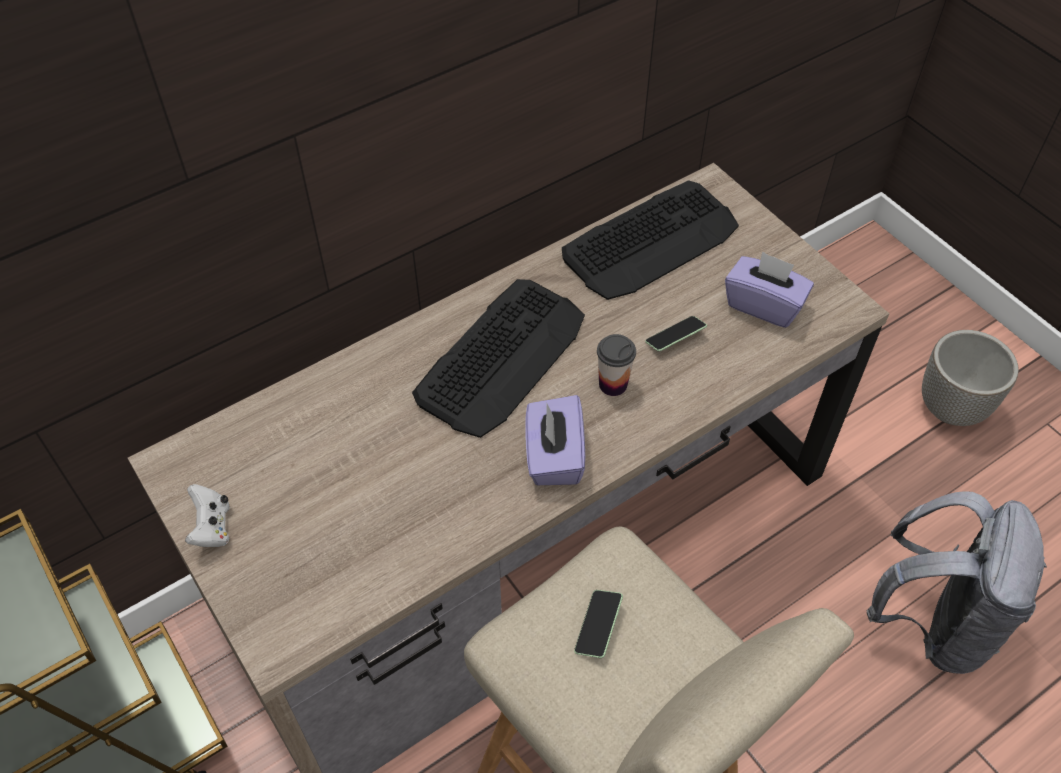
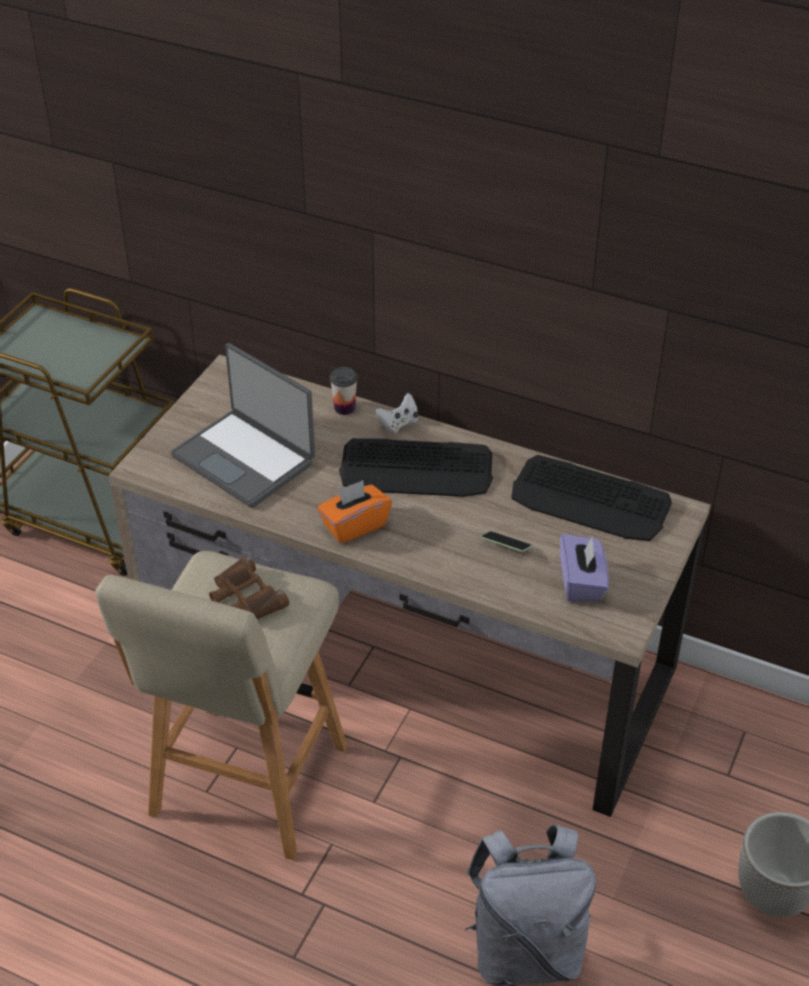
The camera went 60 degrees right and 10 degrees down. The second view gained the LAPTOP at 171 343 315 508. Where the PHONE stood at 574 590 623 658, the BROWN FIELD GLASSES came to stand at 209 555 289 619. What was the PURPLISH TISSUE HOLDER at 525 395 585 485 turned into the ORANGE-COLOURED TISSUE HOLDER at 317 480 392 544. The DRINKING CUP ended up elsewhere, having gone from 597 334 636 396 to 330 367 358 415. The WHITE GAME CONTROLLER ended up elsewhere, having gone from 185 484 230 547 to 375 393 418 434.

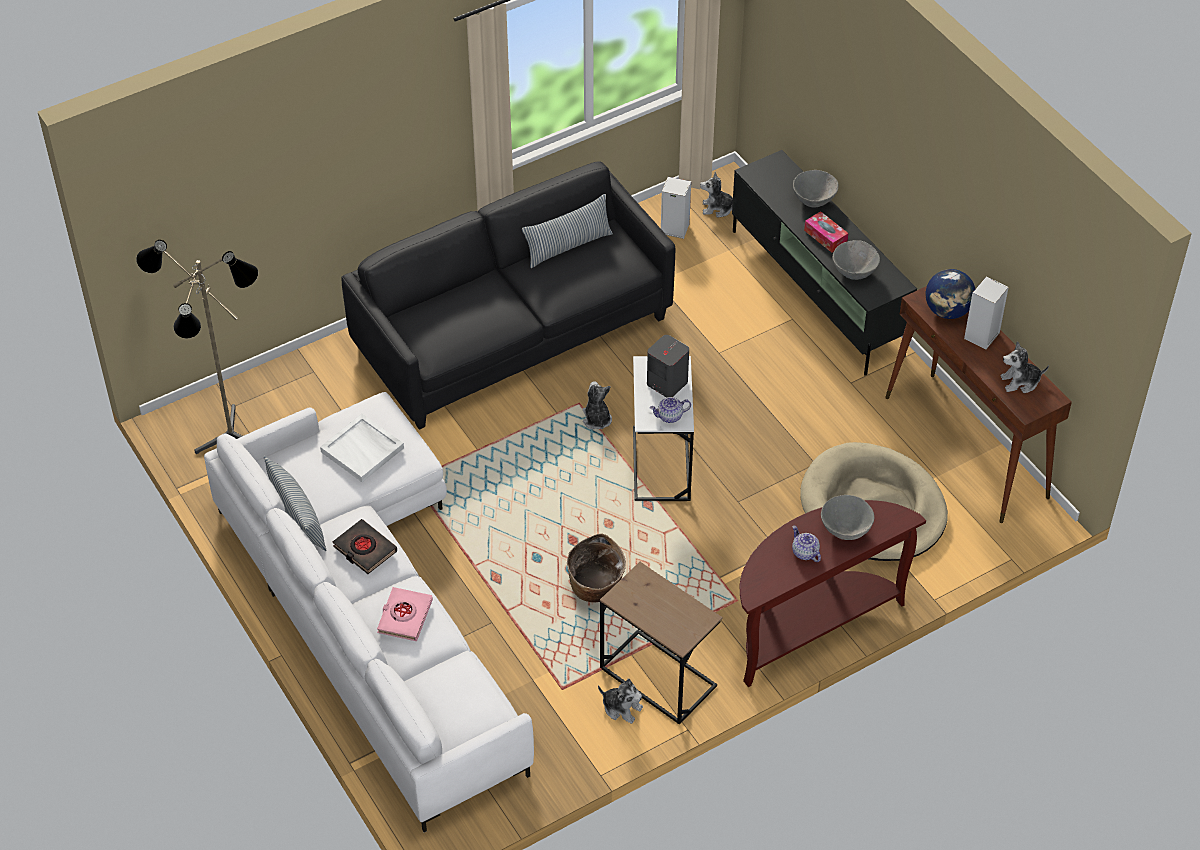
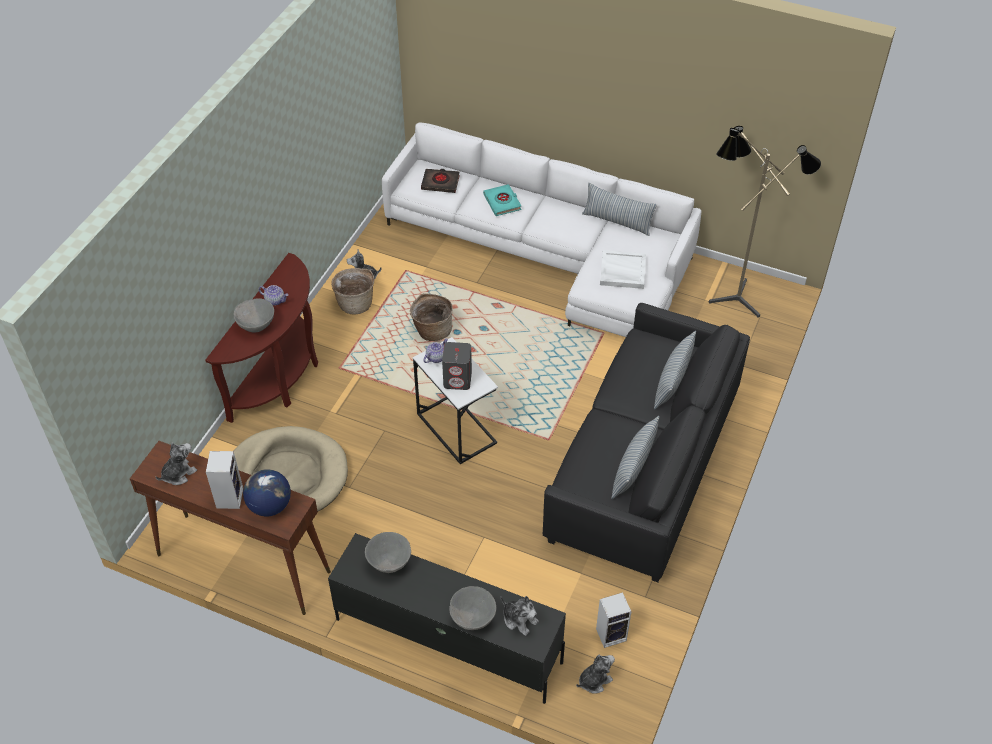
The camera went 145 degrees right and 0 degrees up. Where the BROWN ACCENT TABLE stood at 600 562 723 724, the HOUSEHOLD BASKET came to stand at 331 268 374 314. The BLACK BOUND BOOK ended up elsewhere, having gone from 332 519 397 574 to 421 169 460 193. What was the PINK BOUND BOOK at 377 587 433 641 turned into the TURQUOISE BOUND BOOK at 483 184 521 216. The CUDDLY TOY ended up elsewhere, having gone from 583 381 612 430 to 501 596 539 636. The second view gained the CUSHION at 654 331 696 409. The second view lost the TISSUE HOLDER at 804 211 848 253.

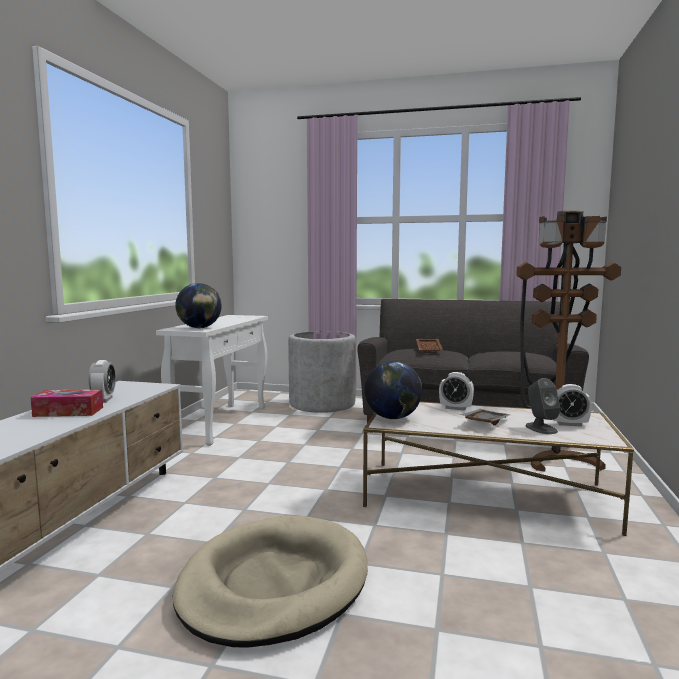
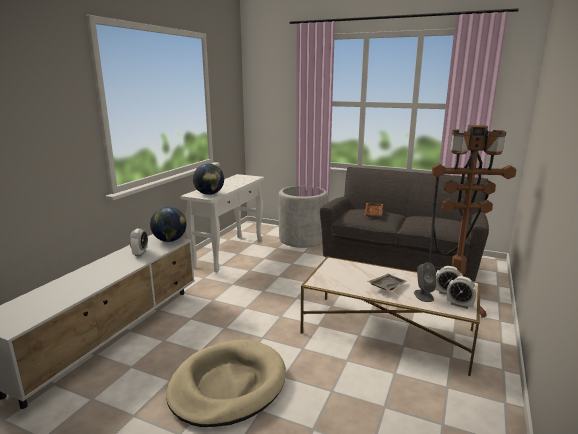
The camera went 10 degrees right and 10 degrees up. The WORLD GLOBE ended up elsewhere, having gone from 364 361 422 419 to 150 207 187 242. The TABLE CLOCK ended up elsewhere, having gone from 439 372 474 411 to 447 276 478 309. The second view lost the TISSUE HOLDER at 31 389 103 417.

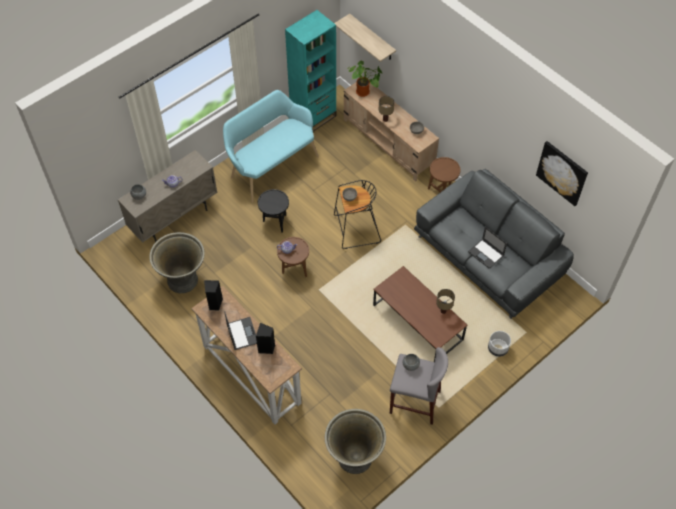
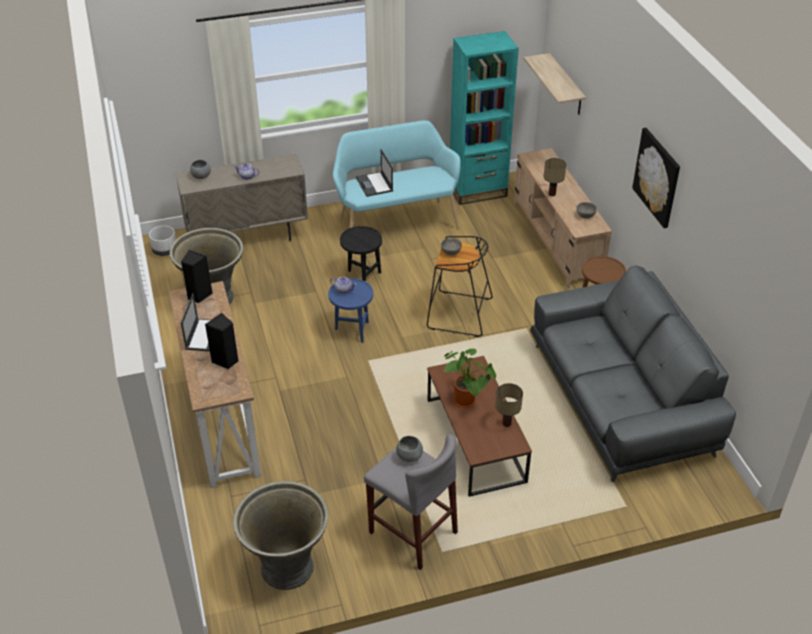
The camera went 25 degrees right and 15 degrees down. The WHITE PLANT POT ended up elsewhere, having gone from 488 331 511 357 to 149 226 176 256. What was the BROWN ACCENT TABLE at 277 237 309 277 turned into the BLUE ACCENT TABLE at 328 278 373 343. The LAPTOP ended up elsewhere, having gone from 468 227 507 269 to 356 149 393 197. The POTTED PLANT ended up elsewhere, having gone from 346 60 382 97 to 443 349 496 408. The WALL ART ended up elsewhere, having gone from 536 141 588 206 to 632 128 680 228.

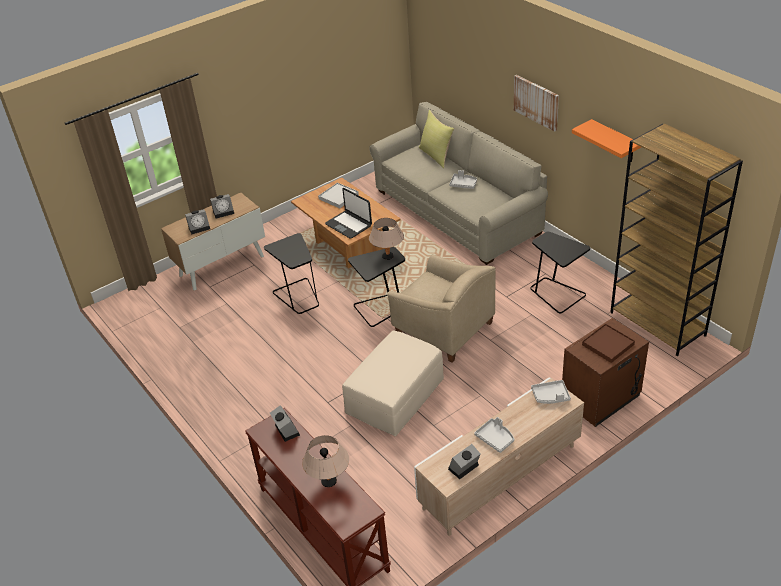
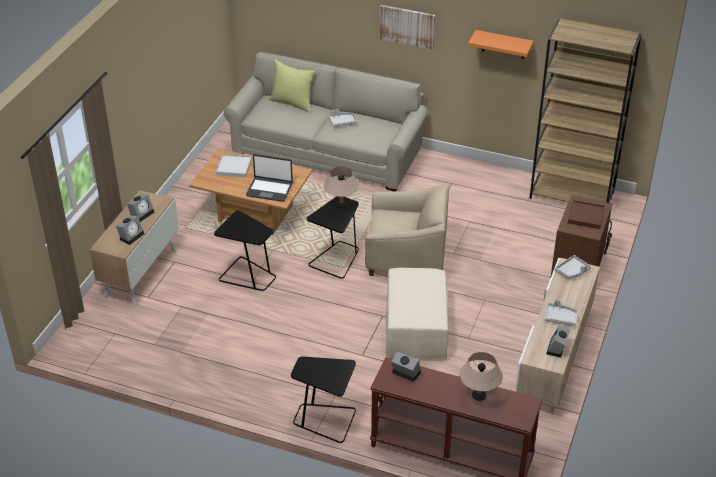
The camera went 35 degrees left and 0 degrees up. The BLACK ACCENT TABLE ended up elsewhere, having gone from 531 232 590 314 to 291 357 356 443.

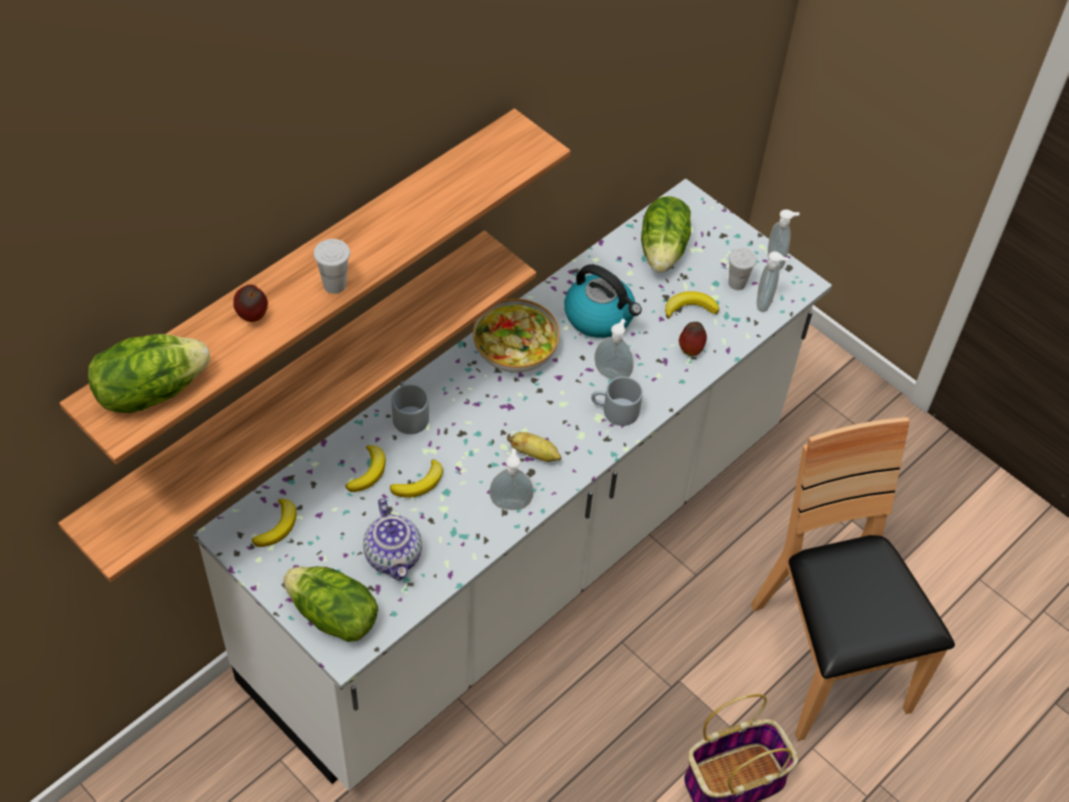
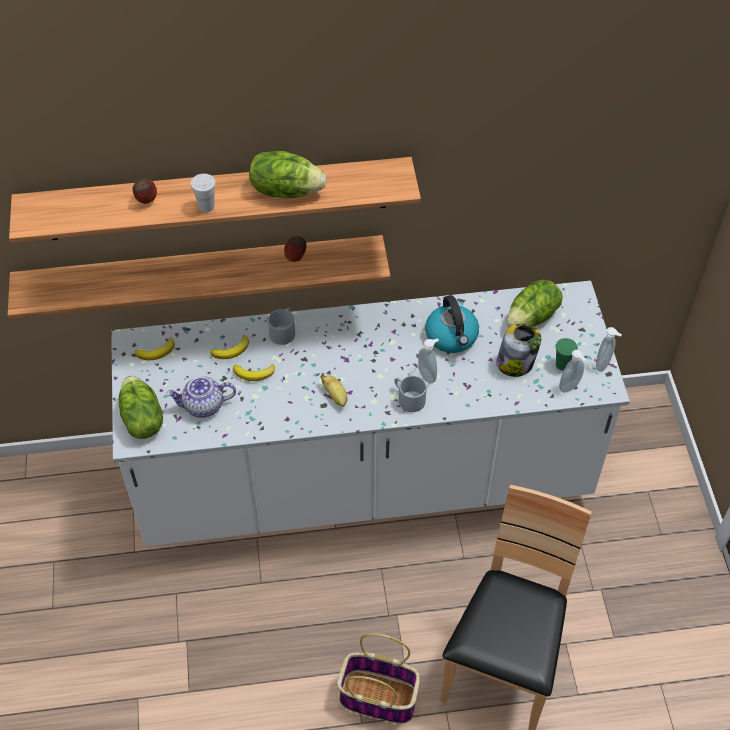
The camera went 40 degrees right and 0 degrees up. The TEA POT at 363 498 422 581 ended up facing another way, 60 degrees clockwise from before. The HEAD OF LETTUCE ended up elsewhere, having gone from 88 334 210 413 to 249 151 326 198. The WHOLE APPLE ended up elsewhere, having gone from 679 322 707 356 to 284 236 306 262. Where the BANANA FRUIT stood at 665 291 719 319, the JAR came to stand at 496 324 541 377. What was the WHITE DRINKING CUP at 729 248 757 290 turned into the GREEN-COLOURED DRINKING CUP at 556 338 578 370. The second view lost the BOWL at 473 299 560 373. The second view lost the LIQUID SOAP BOTTLE at 489 449 534 510.

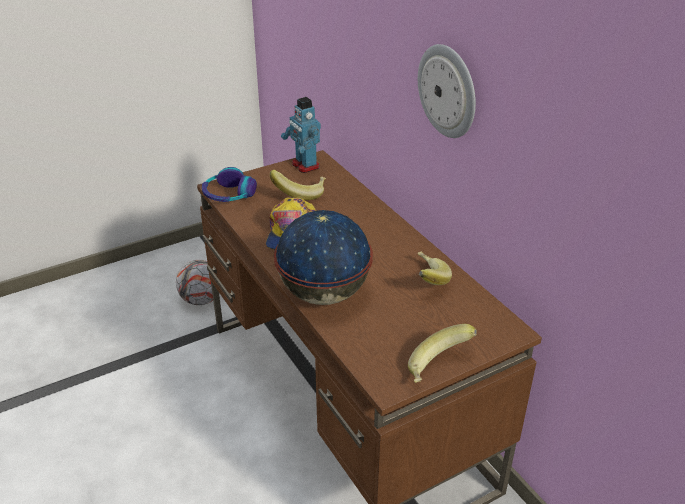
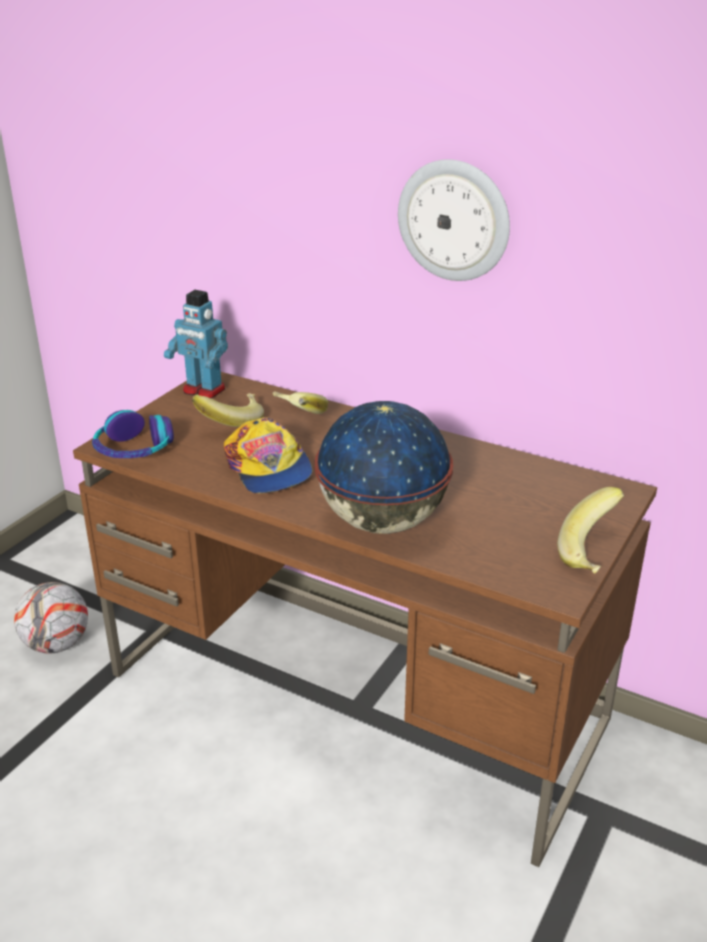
The camera went 30 degrees left and 5 degrees down. The BANANA FRUIT ended up elsewhere, having gone from 418 252 452 285 to 272 391 328 414.

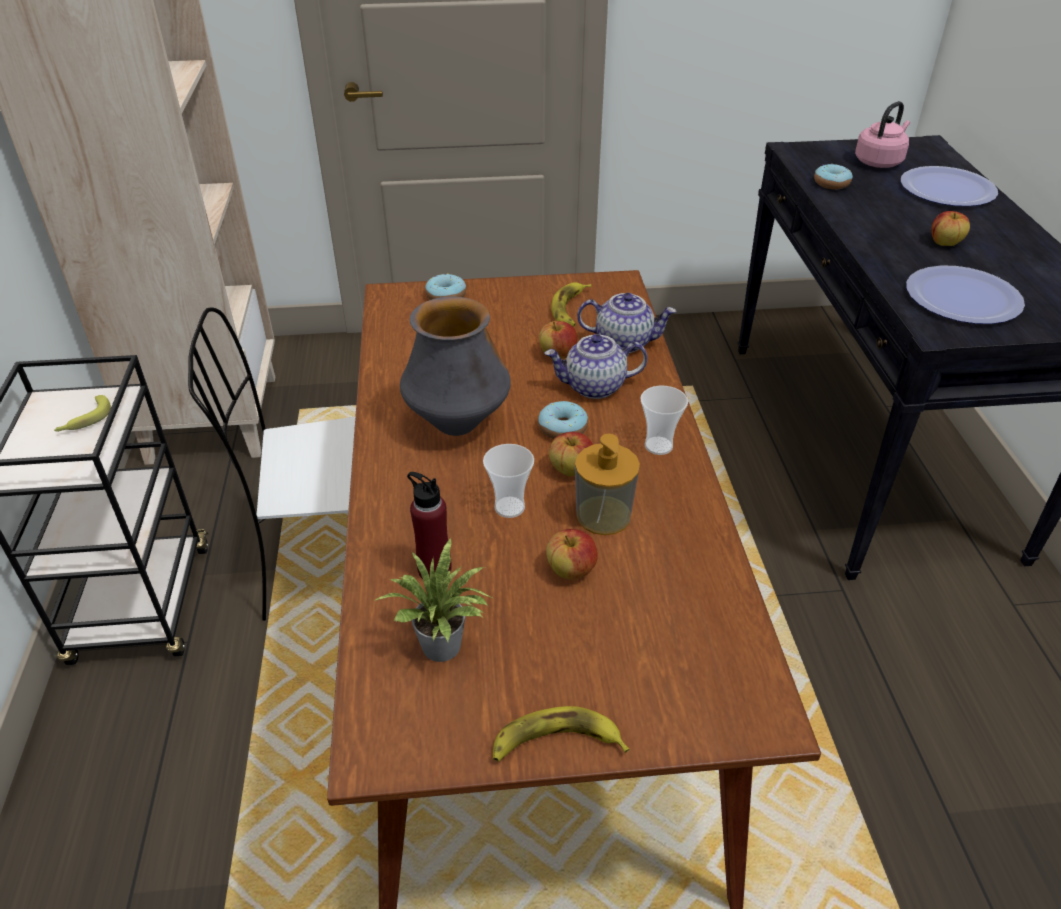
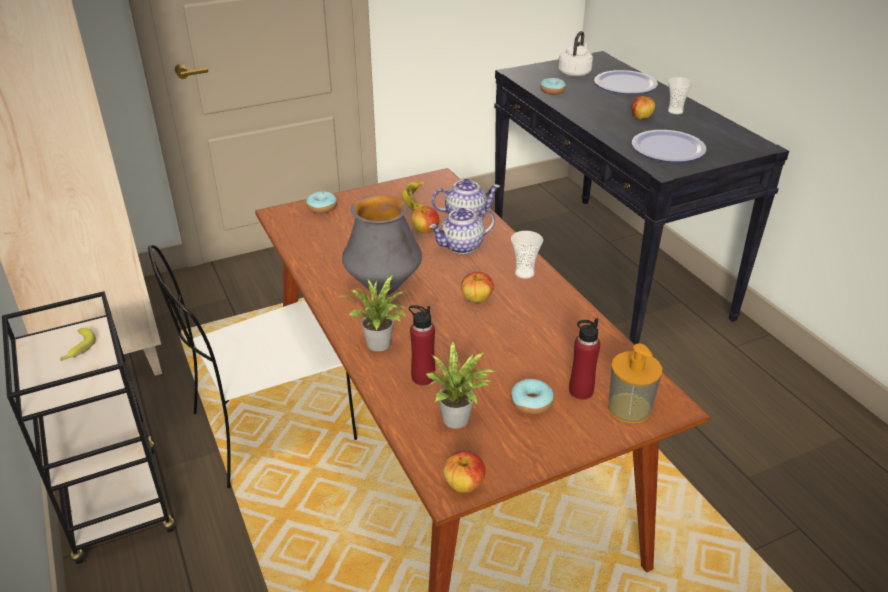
The camera went 20 degrees left and 5 degrees down. The second view gained the POTTED PLANT at 338 275 406 351. The WHOLE APPLE ended up elsewhere, having gone from 546 529 598 580 to 443 451 486 493. The RING DOUGHNUT ended up elsewhere, having gone from 538 401 588 439 to 511 379 554 415. What was the PINK WATER KETTLE at 855 101 910 168 turned into the WHITE WATER KETTLE at 558 31 593 77. The second view gained the RED BOTTLE at 569 318 600 400. The LIQUID SOAP BOTTLE ended up elsewhere, having gone from 575 434 640 535 to 608 343 662 423. The DRINKING CUP ended up elsewhere, having gone from 483 444 534 518 to 668 77 693 114. The second view lost the BANANA FRUIT at 493 706 630 762.

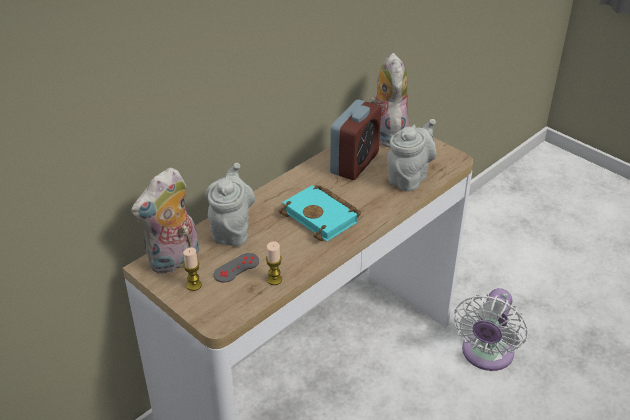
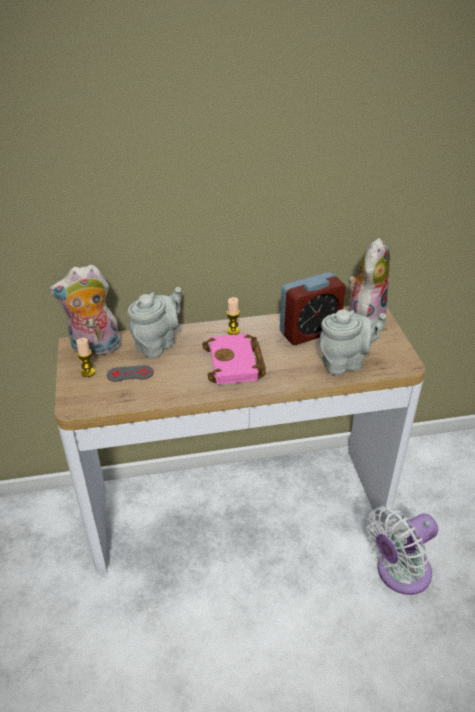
The camera went 35 degrees right and 0 degrees up. What was the TURQUOISE BOUND BOOK at 279 185 361 241 turned into the PINK BOUND BOOK at 202 334 266 385. The WAX LIGHT ended up elsewhere, having gone from 266 241 282 285 to 227 297 240 335.

